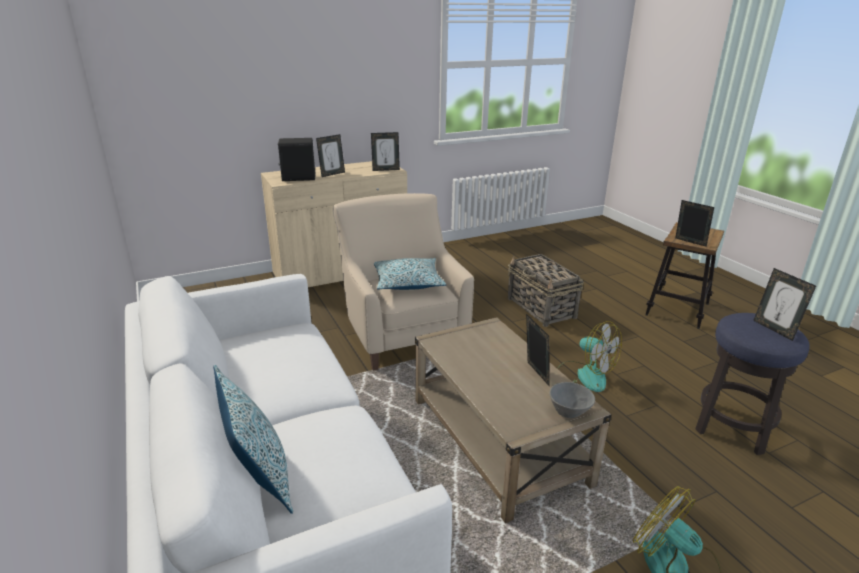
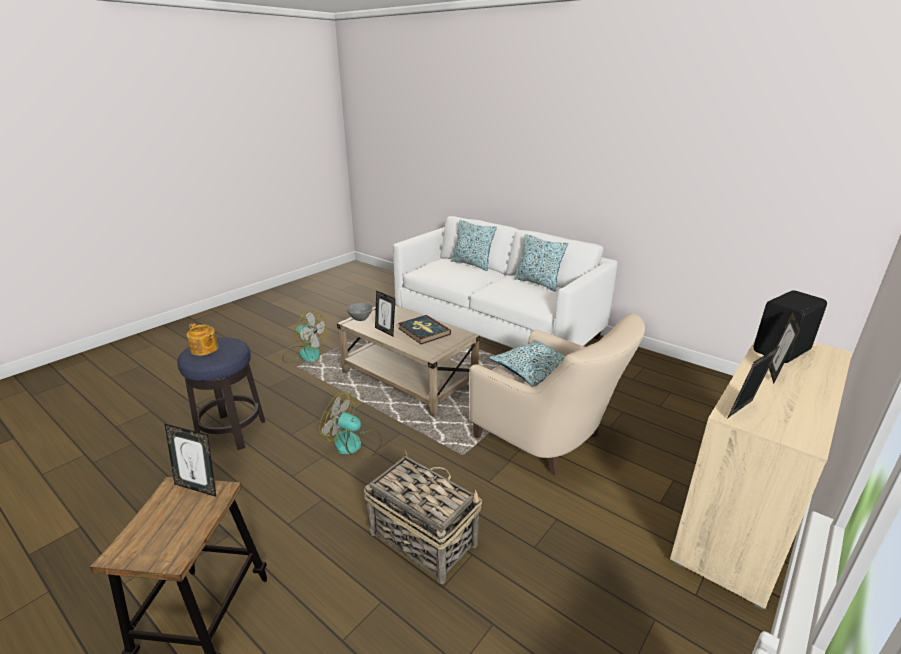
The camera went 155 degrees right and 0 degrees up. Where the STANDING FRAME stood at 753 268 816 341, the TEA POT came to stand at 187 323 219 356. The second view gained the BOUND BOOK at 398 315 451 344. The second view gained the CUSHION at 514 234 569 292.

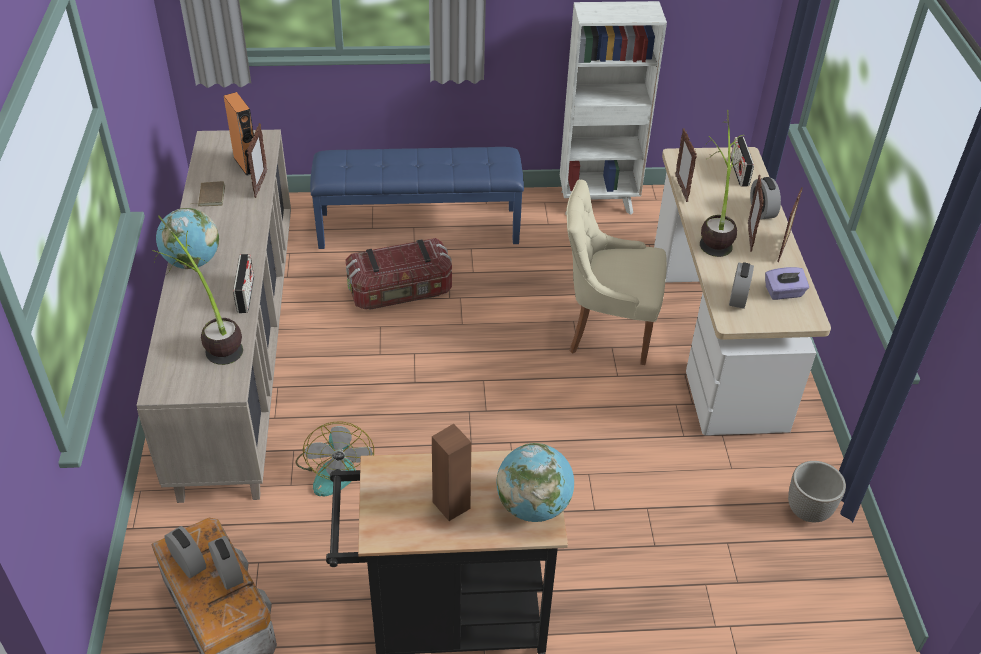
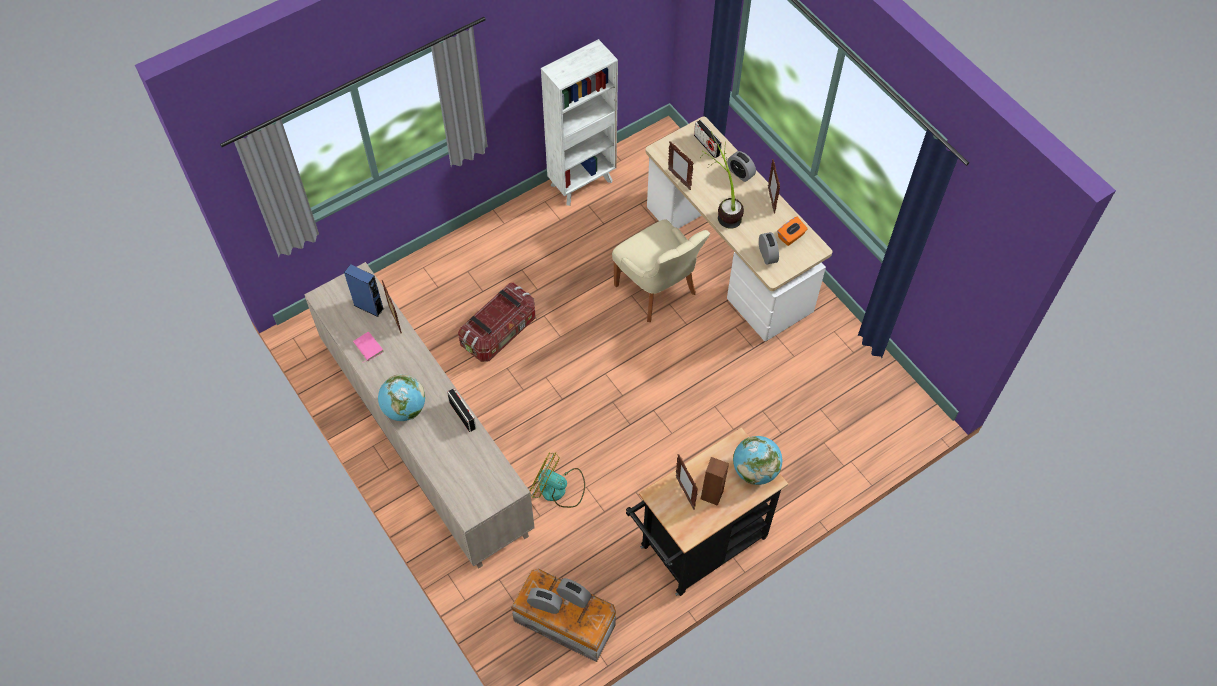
The camera went 30 degrees left and 15 degrees up. What was the ORANGE-COLOURED LOUDSPEAKER at 224 92 254 176 turned into the BLUE LOUDSPEAKER at 344 264 384 317. What was the BROWN BOUND BOOK at 191 181 225 207 turned into the PINK BOUND BOOK at 353 332 384 363. The COOLING FAN at 295 422 374 496 ended up facing another way, 150 degrees clockwise from before. The BEIGE-COLOURED UPRIGHT CHAIR at 566 180 667 365 ended up facing another way, 105 degrees counterclockwise from before. The STANDING FRAME ended up elsewhere, having gone from 748 175 764 252 to 676 454 698 510. What was the PURPLISH TISSUE HOLDER at 765 267 809 300 turned into the ORANGE-COLOURED TISSUE HOLDER at 777 217 808 246. The second view lost the POTTED PLANT at 152 215 243 365. The second view lost the BLUE INDOOR BENCH at 310 147 524 249. The second view lost the PLANT POT at 788 461 846 522.

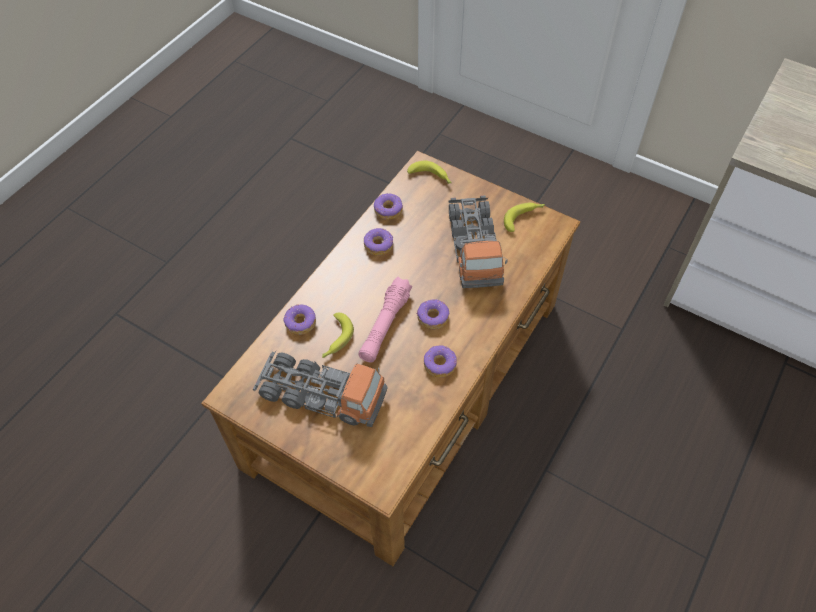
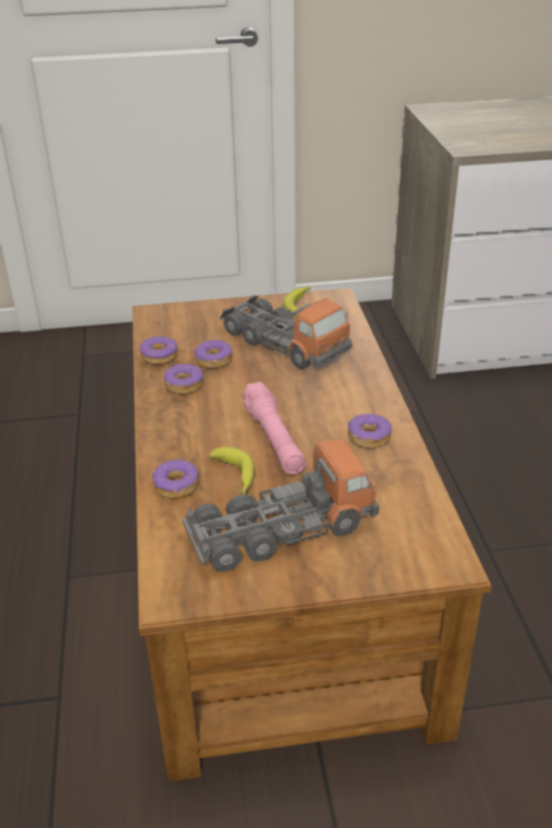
The camera went 40 degrees left and 20 degrees down. The RING DOUGHNUT ended up elsewhere, having gone from 417 299 449 329 to 194 339 232 369. The second view lost the BANANA FRUIT at 407 161 452 184.

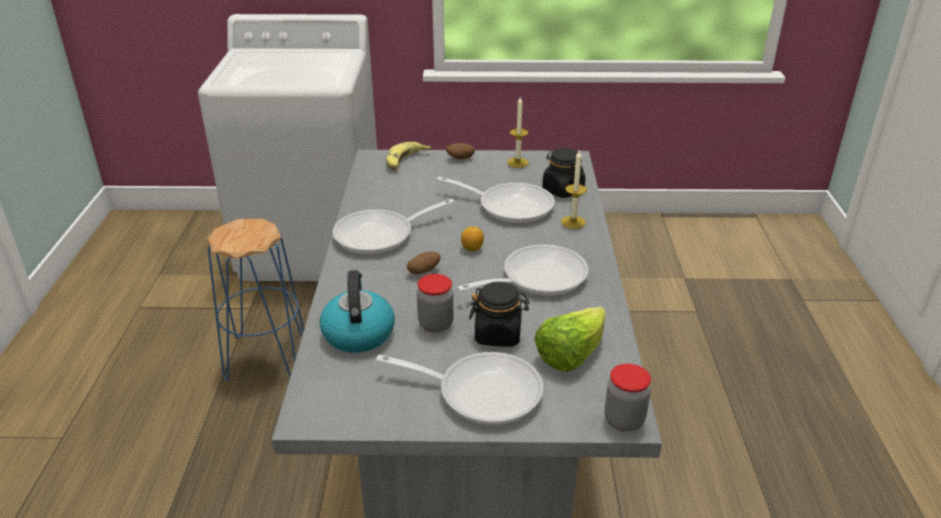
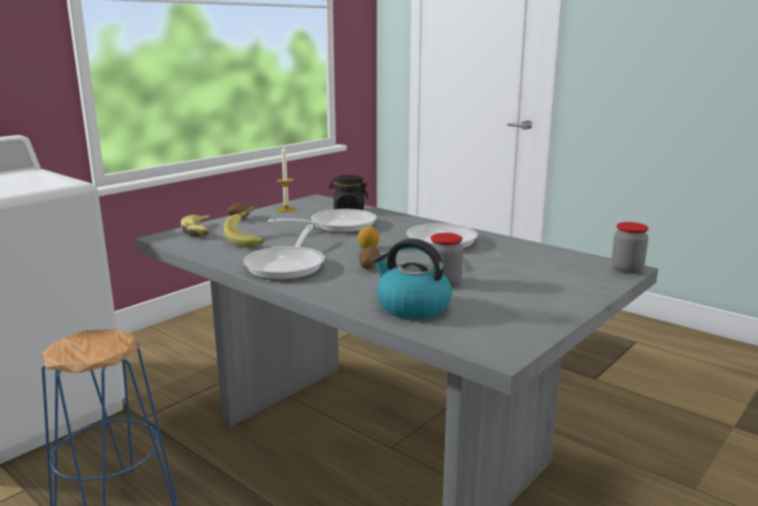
The camera went 50 degrees left and 15 degrees down. The second view gained the BANANA FRUIT at 224 205 264 248. The second view lost the PAN at 376 352 544 425. The second view lost the BLACK JAR at 469 282 529 346. The second view lost the HEAD OF LETTUCE at 534 306 606 372. The second view lost the WAX LIGHT at 561 149 587 229.

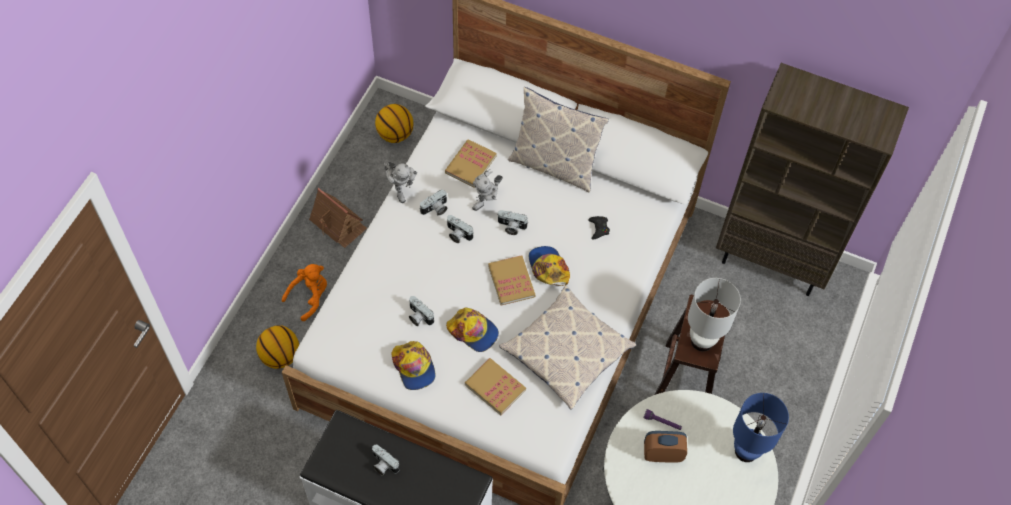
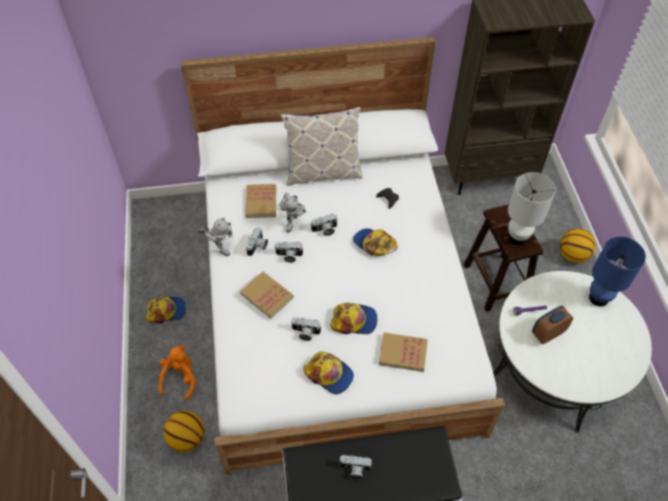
The camera went 30 degrees left and 5 degrees down. Where the TOY HOUSE stood at 309 188 367 248, the BASEBALL CAP came to stand at 146 297 186 324. The BOUND BOOK ended up elsewhere, having gone from 488 255 535 306 to 240 272 294 319. The BASKETBALL BALL ended up elsewhere, having gone from 375 104 414 143 to 560 229 595 263. The second view lost the CUSHION at 499 285 636 410.

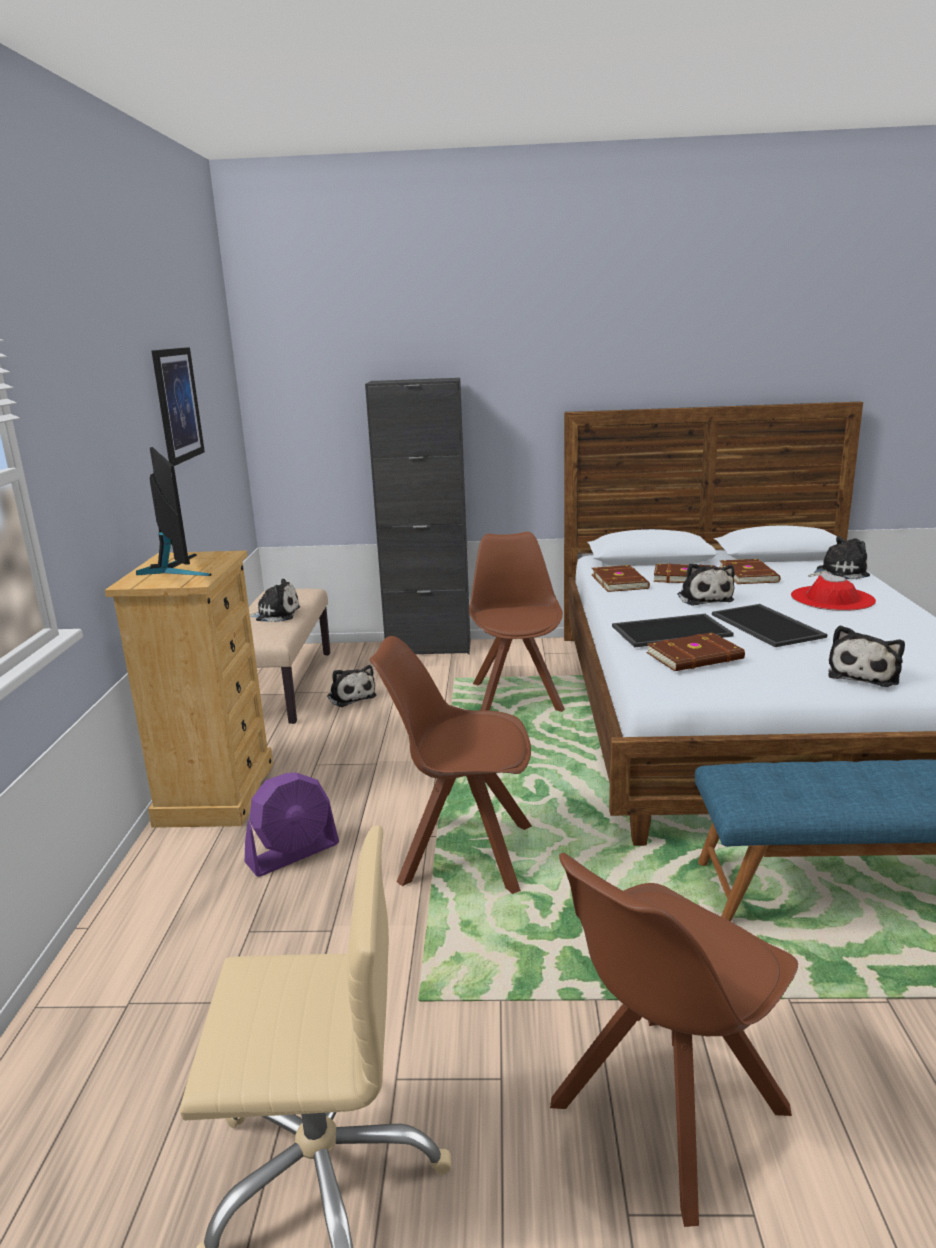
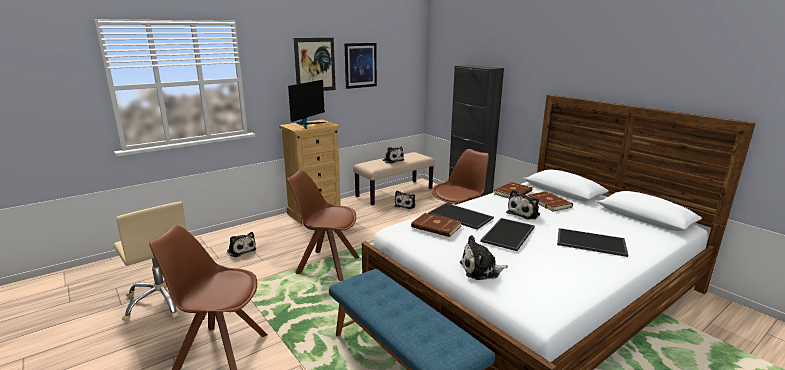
The camera went 50 degrees right and 0 degrees up. The CUDDLY TOY ended up elsewhere, having gone from 808 536 870 579 to 227 232 256 257. The BROWN UPRIGHT CHAIR at 370 636 532 894 ended up facing another way, 45 degrees counterclockwise from before. The second view gained the WALL ART at 294 38 336 91. Where the RED CLOTHING HAT stood at 791 572 876 611, the TRAY came to stand at 557 228 628 257. The second view lost the PURPLISH COOLING FAN at 245 772 339 877. The second view lost the BROWN BOUND BOOK at 719 559 781 584.

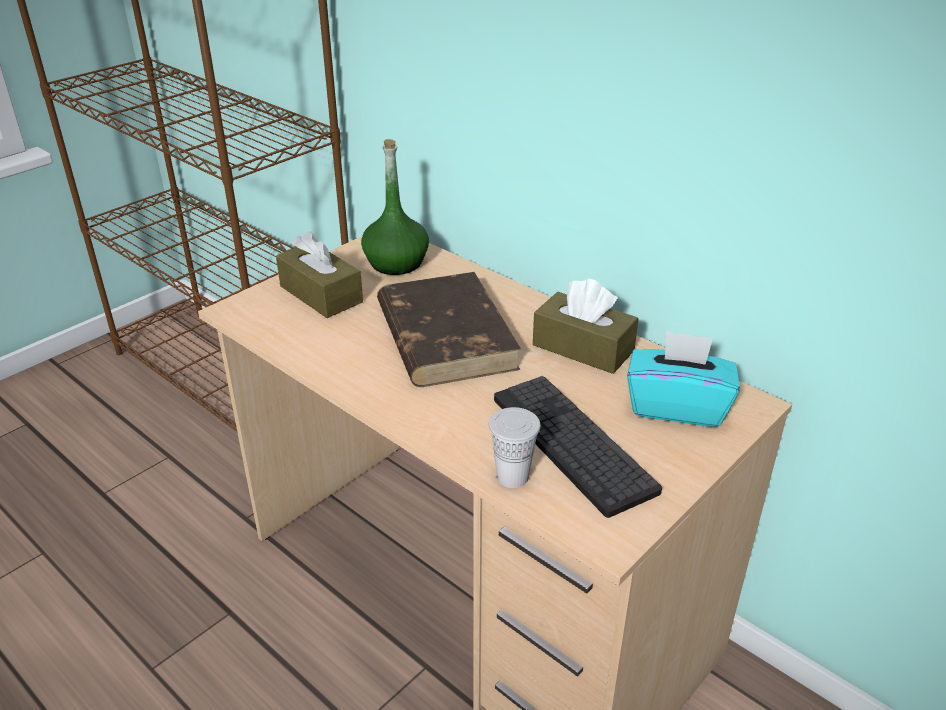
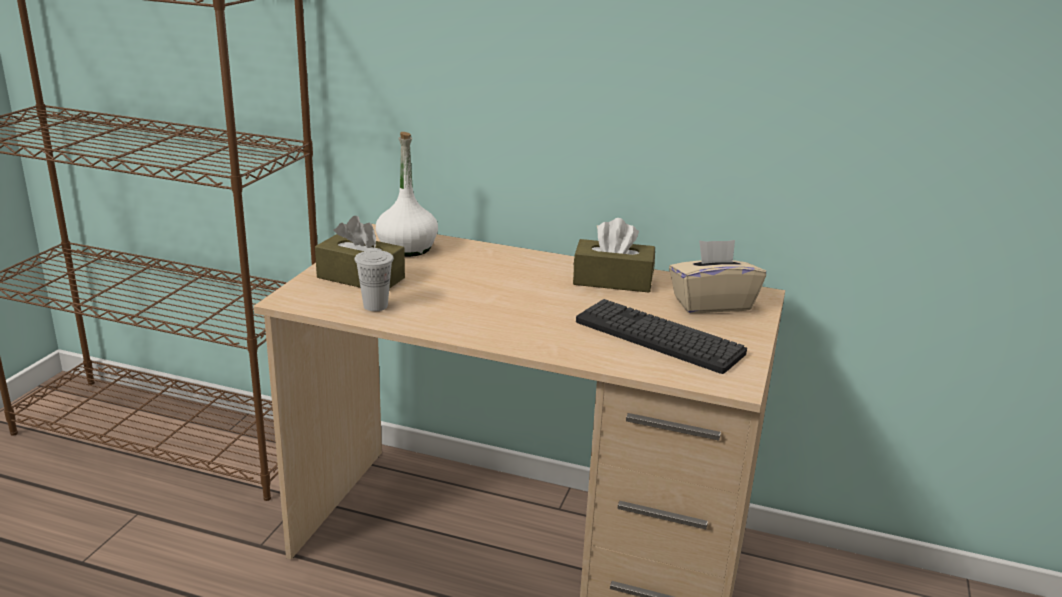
The camera went 25 degrees left and 10 degrees down. The WHITE DRINKING CUP ended up elsewhere, having gone from 488 407 541 488 to 354 250 394 311. What was the GREEN-COLOURED BOTTLE at 361 139 429 275 turned into the WHITE BOTTLE at 376 132 438 257. What was the TURQUOISE TISSUE HOLDER at 627 330 740 427 turned into the BEIGE-COLOURED TISSUE HOLDER at 669 240 766 313. The second view lost the BROWN BOUND BOOK at 377 272 521 387.

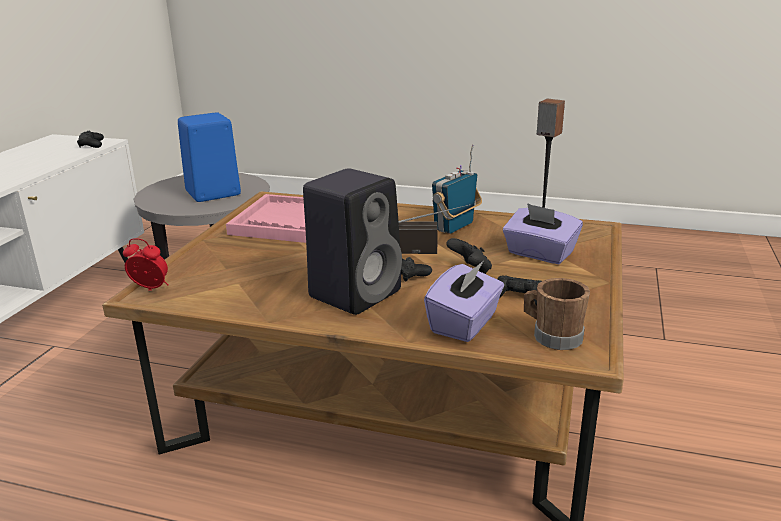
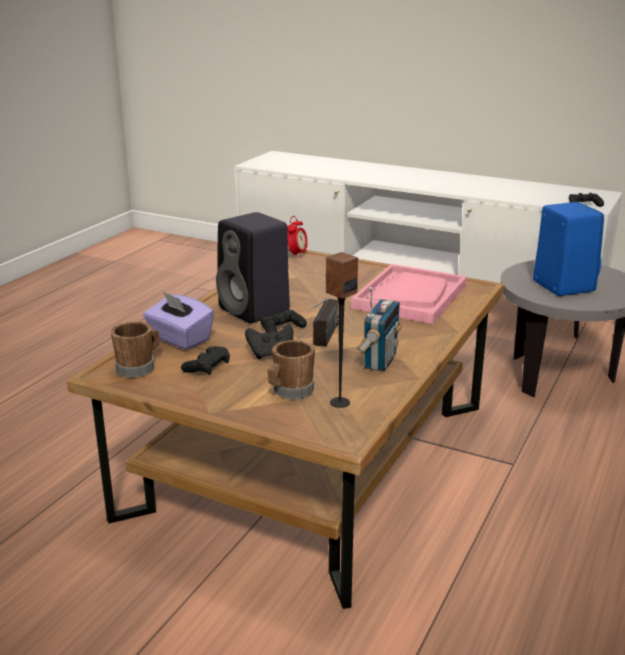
The camera went 100 degrees right and 0 degrees up. Where the PURPLISH TISSUE HOLDER stood at 503 203 583 264, the BROWN MUG came to stand at 268 340 315 400. The RADIO at 432 145 482 234 ended up facing another way, 60 degrees clockwise from before.

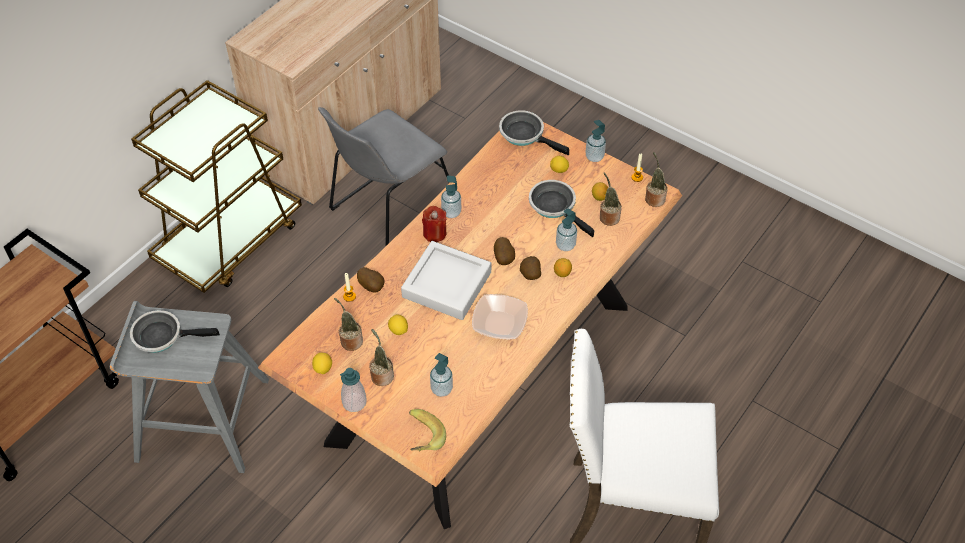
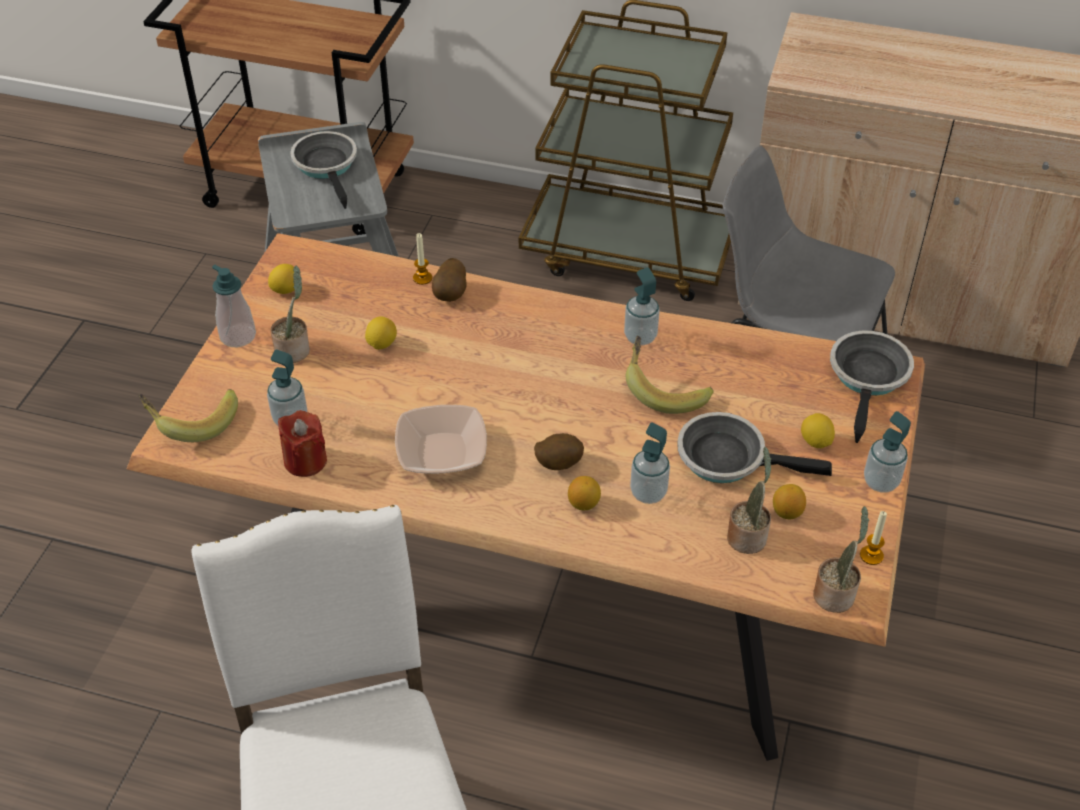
The camera went 70 degrees right and 5 degrees down. The RED WAX LIGHT ended up elsewhere, having gone from 422 206 446 242 to 278 410 327 477. The second view gained the BANANA FRUIT at 626 336 714 414. The PAN at 529 180 594 237 ended up facing another way, 105 degrees counterclockwise from before. The second view lost the POTTED PLANT at 334 298 363 351. The second view lost the GREY TRAY at 401 241 491 320. The second view lost the POTATO at 494 237 515 265.

